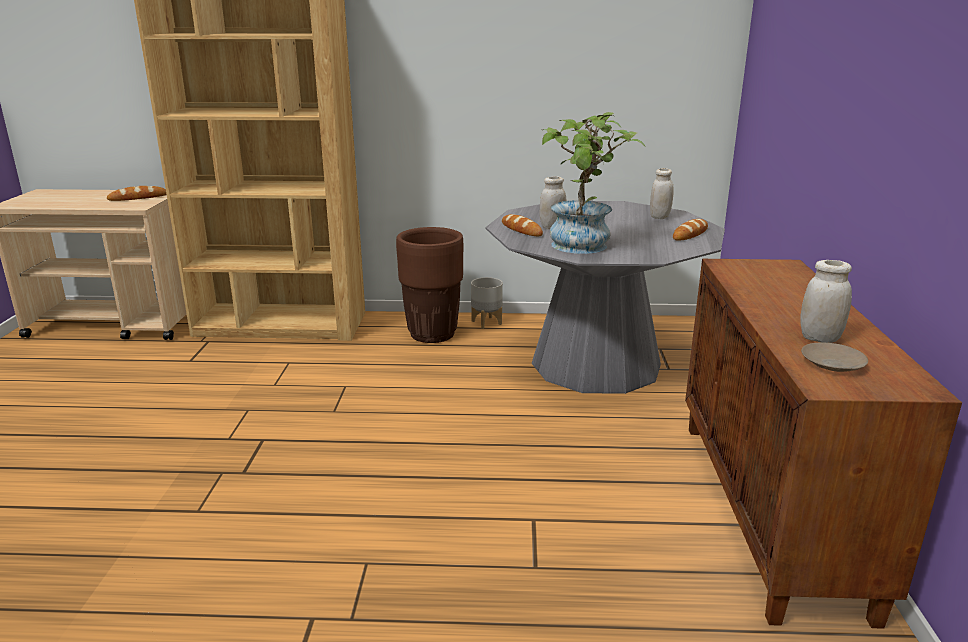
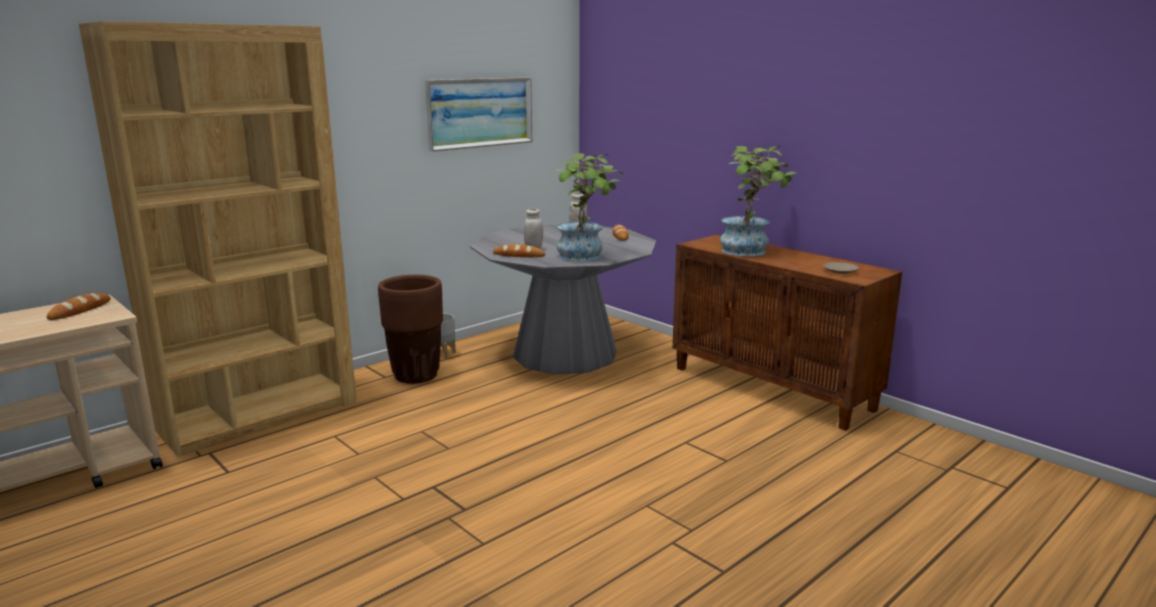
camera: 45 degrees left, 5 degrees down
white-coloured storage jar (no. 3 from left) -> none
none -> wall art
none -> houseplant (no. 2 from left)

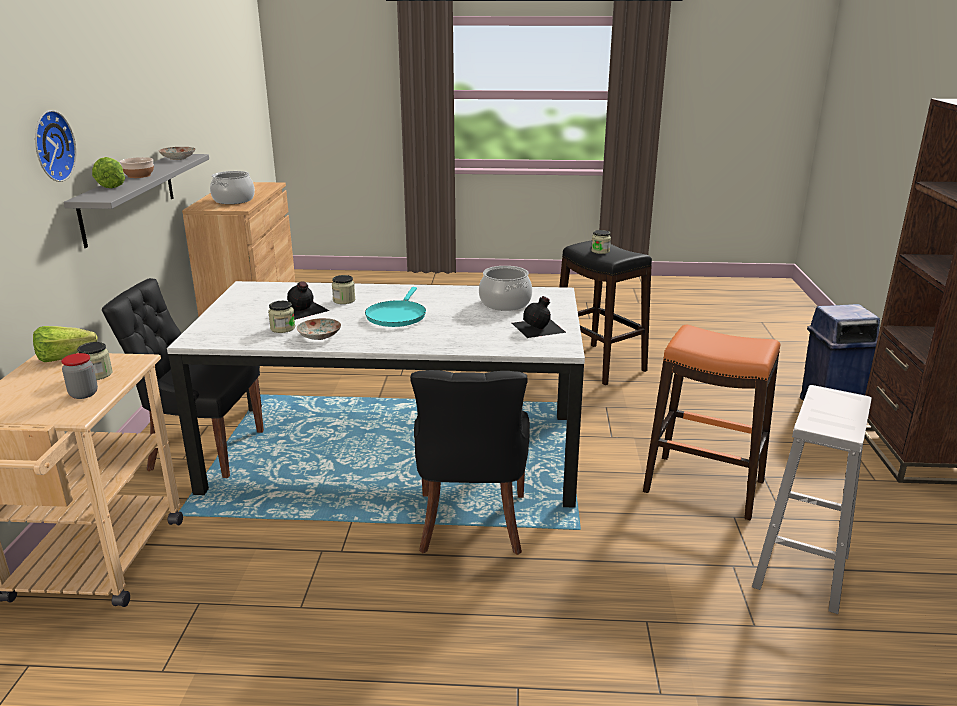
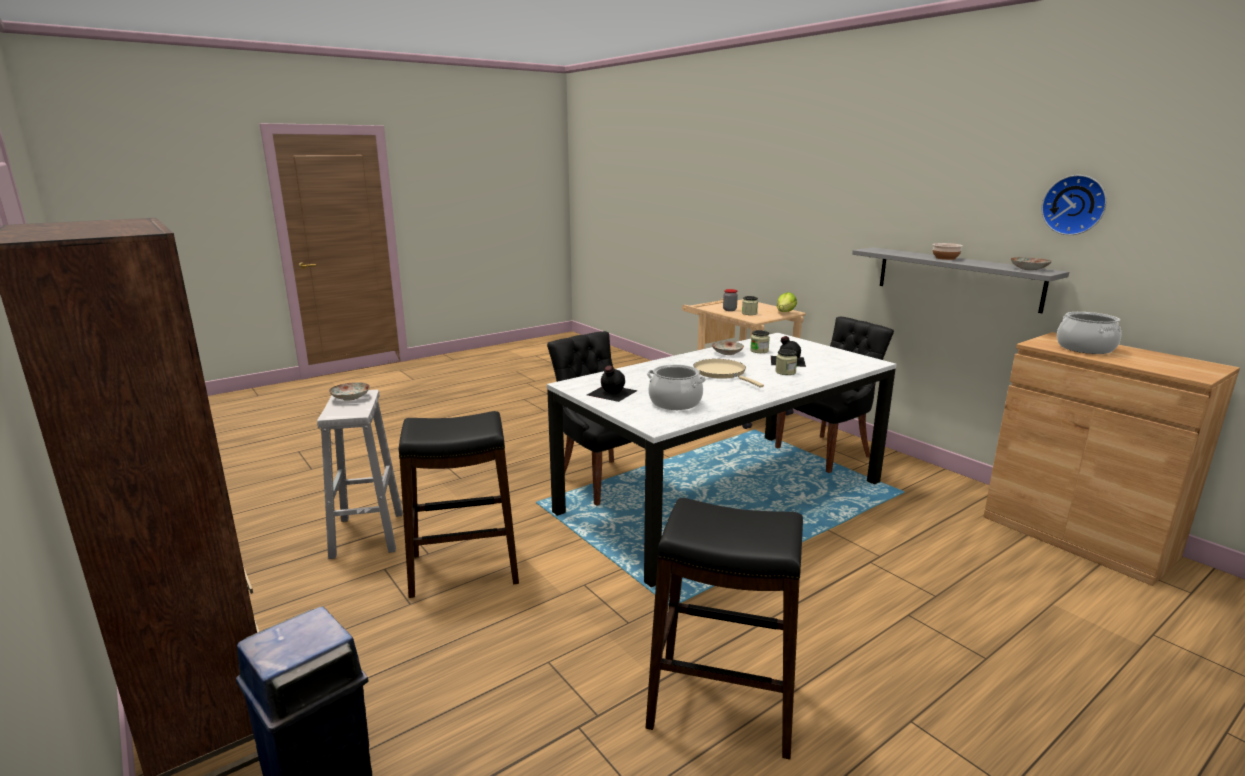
camera: 140 degrees right, 5 degrees down
hanging clock, shifted
lettuce (no. 2 from left) -> none
storage jar (no. 5 from left) -> none
blue-green pan -> beige pan
orangey stool seat -> blackish stool seat (no. 1 from left)
none -> dinner plate (no. 1 from left)

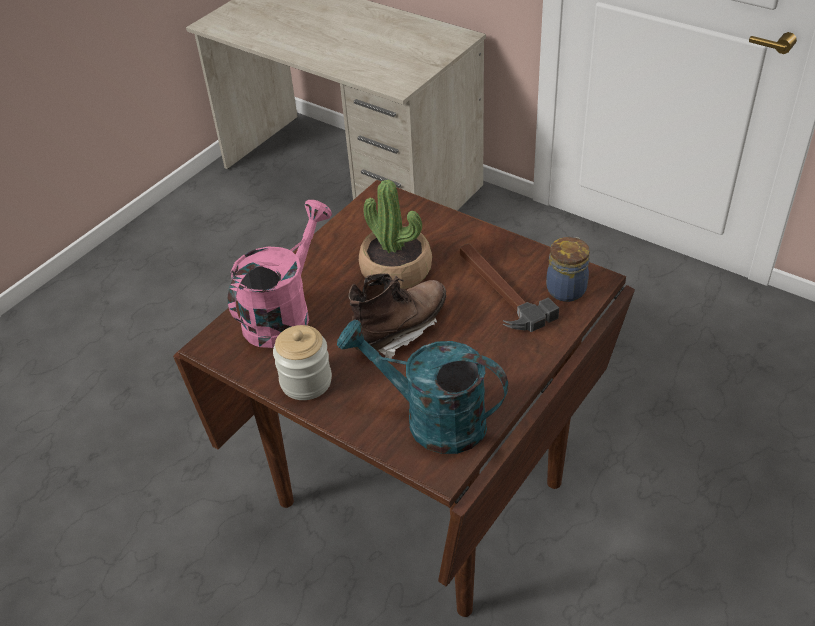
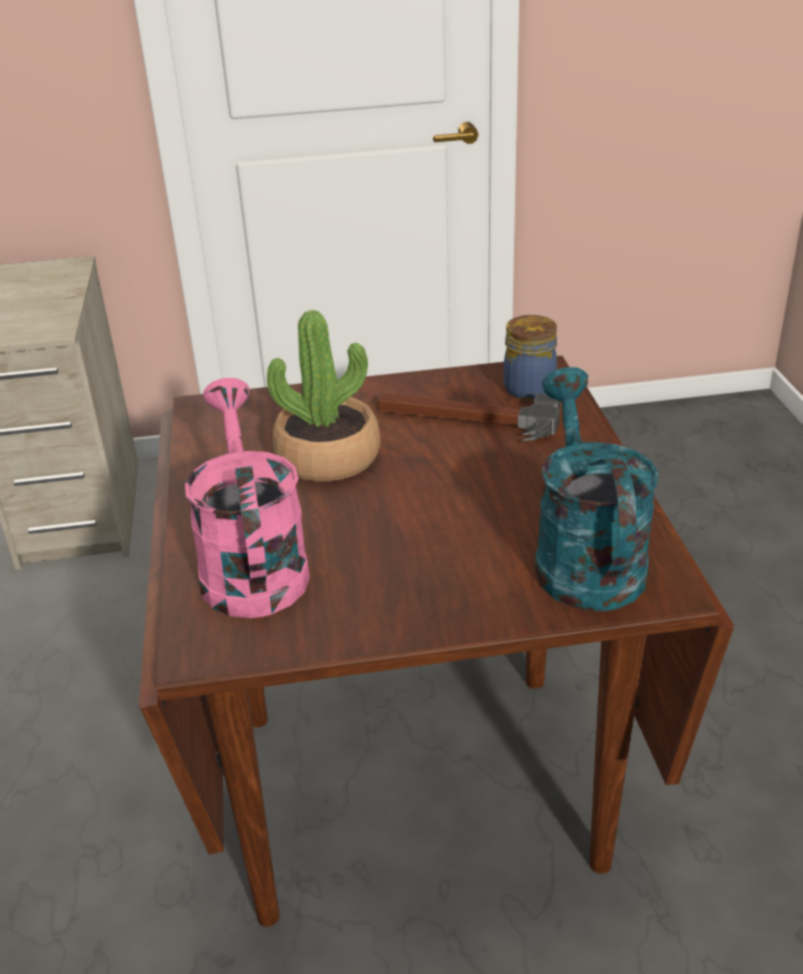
camera: 45 degrees left, 10 degrees down
brownish high-top boot -> none
blue-green sprinkling can, 105 degrees clockwise
storage jar (no. 1 from left) -> none

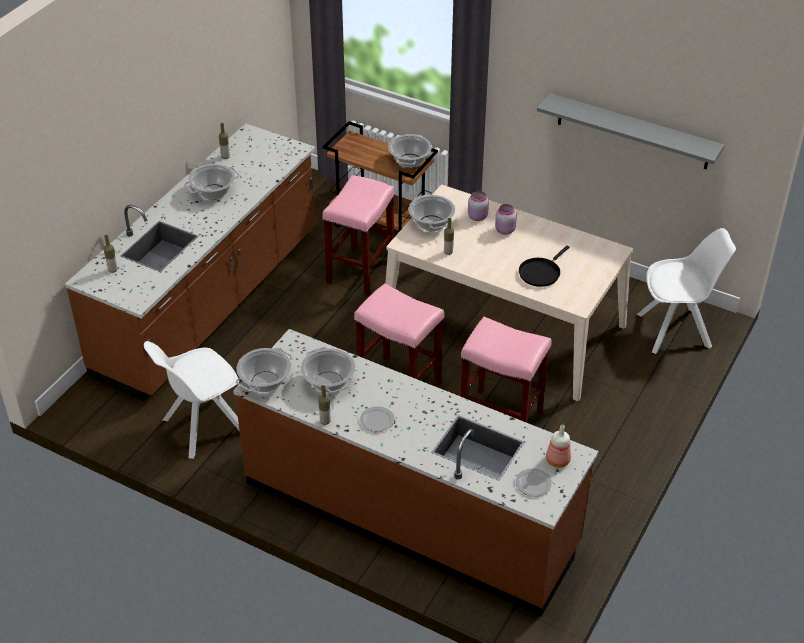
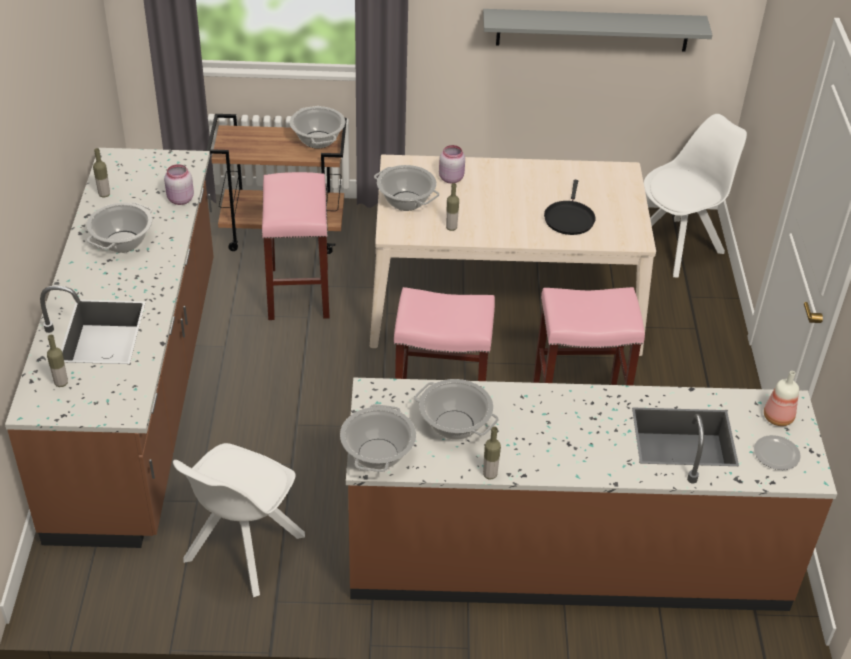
camera: 30 degrees left, 0 degrees up
pinkish storage jar (no. 2 from left in the first image) -> pinkish storage jar (no. 1 from left), shifted
dinner plate (no. 1 from left) -> none

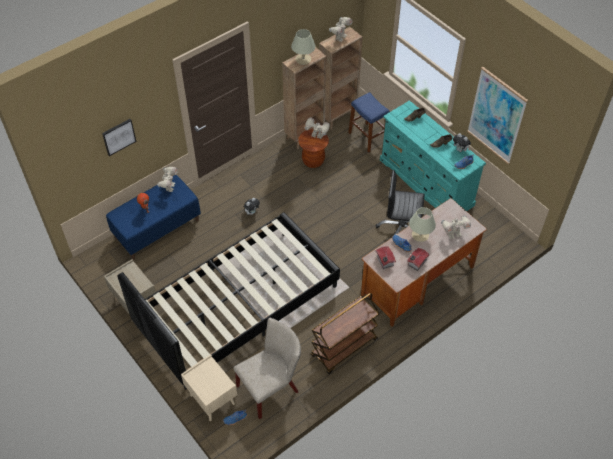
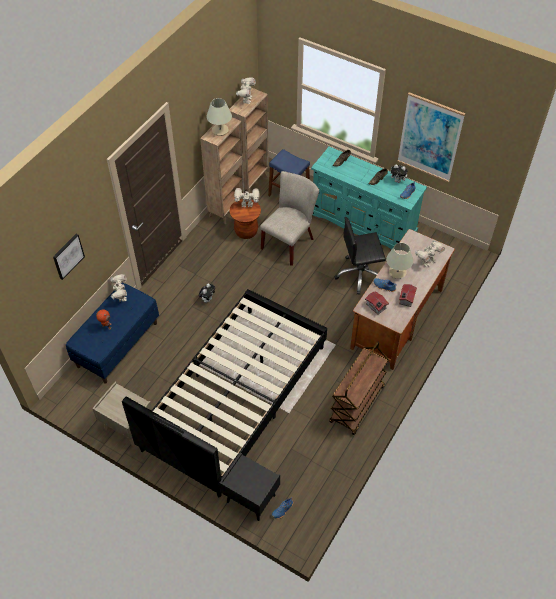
camera: 20 degrees left, 0 degrees up
beige chair, shifted
beige nightstand (no. 2 from left) -> blackish nightstand

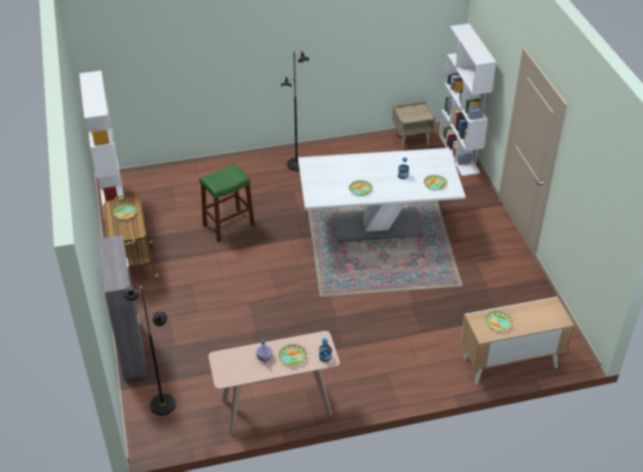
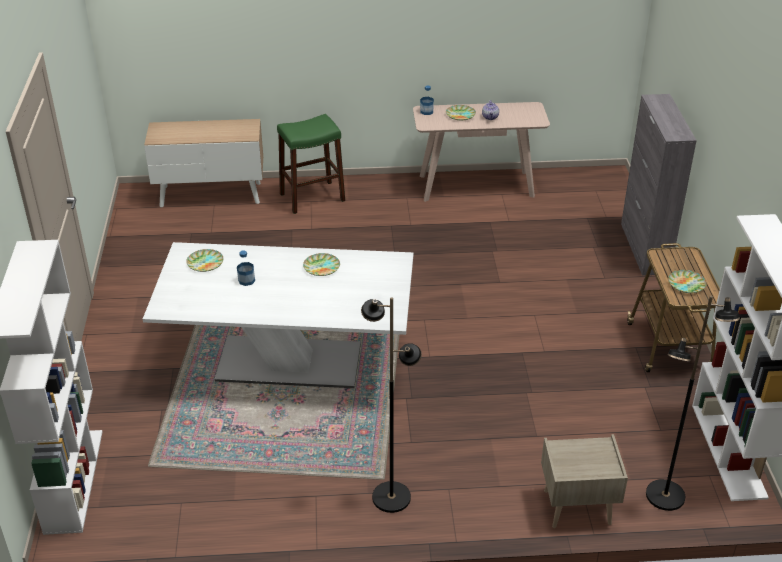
camera: 170 degrees left, 5 degrees down
beige nightstand, shifted
greenish stool seat, shifted
blackish standard lamp (no. 1 from left in the first image) -> blackish standard lamp (no. 2 from left), shifted
dinner plate (no. 5 from left) -> none

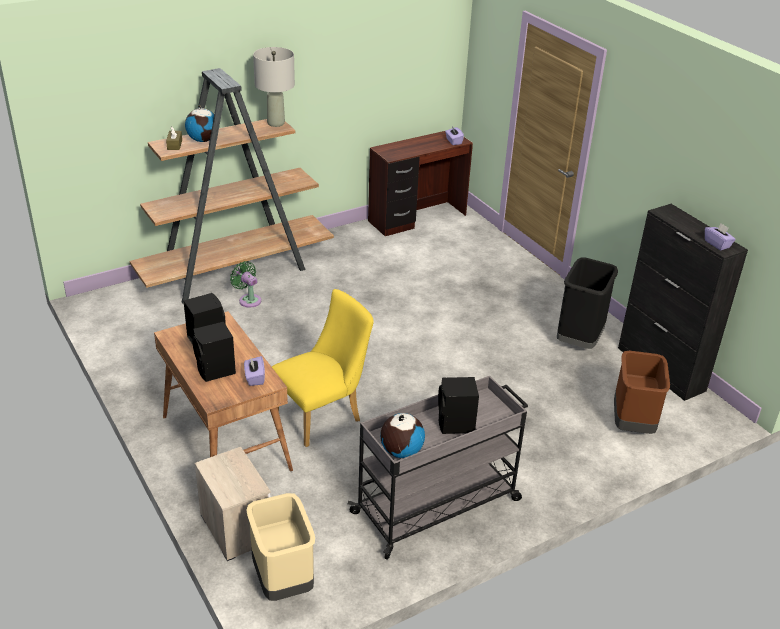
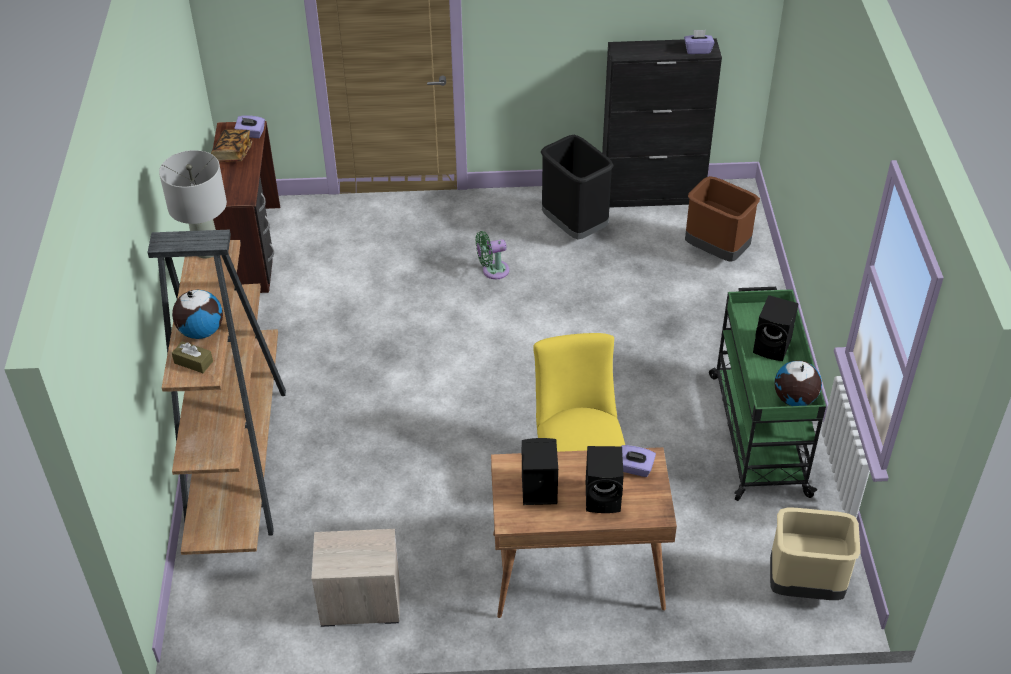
camera: 60 degrees left, 10 degrees up
greenish cooling fan, shifted
grey wheeled cart -> greenish wheeled cart
nightstand, shifted
none -> book

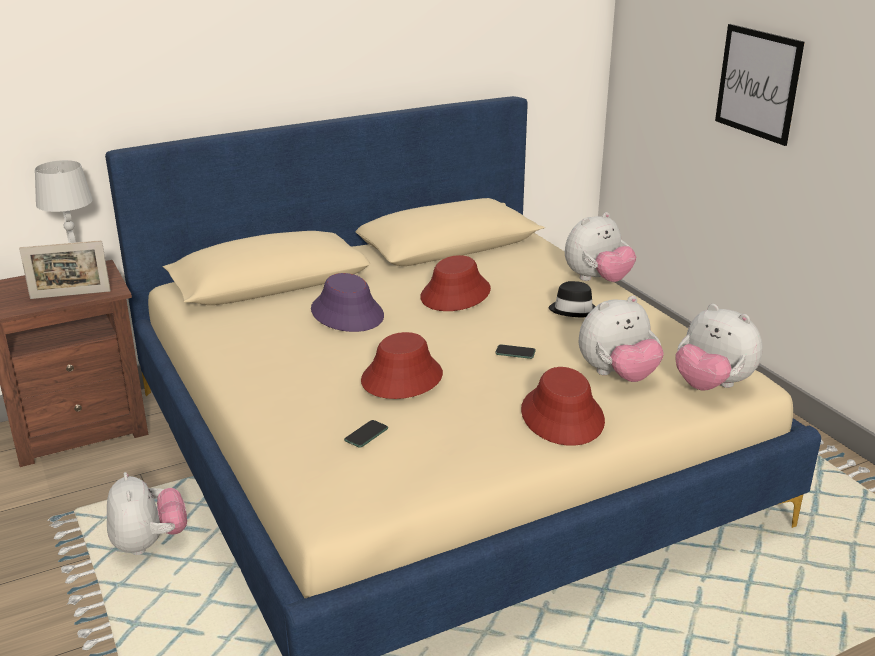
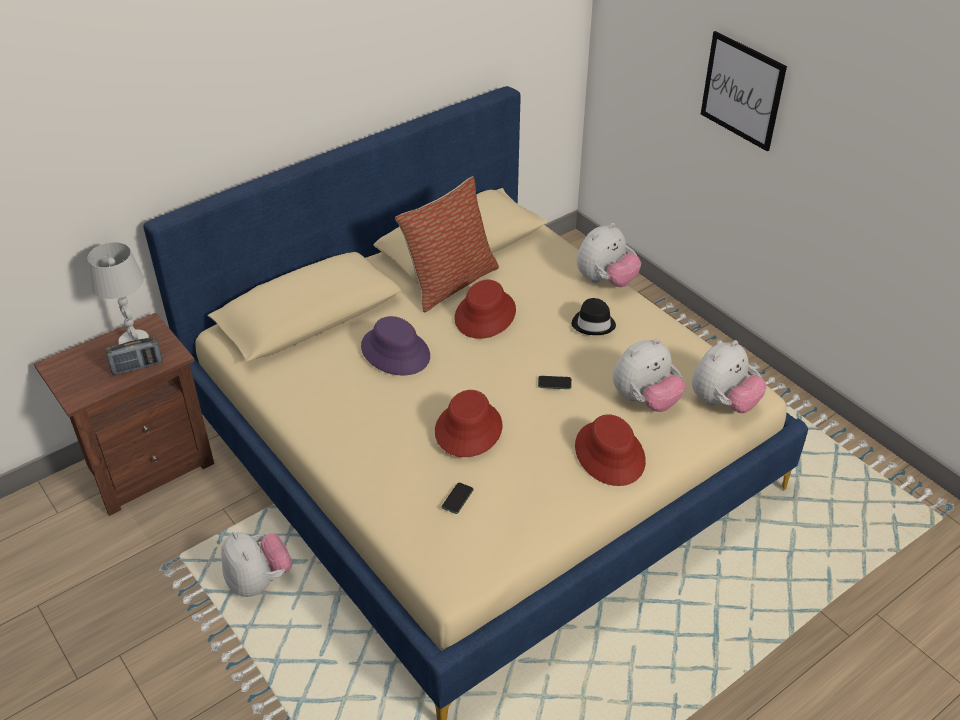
camera: 10 degrees left, 15 degrees up
standing frame -> radio
cuddly toy (no. 4 from left), 75 degrees counterclockwise
none -> cushion

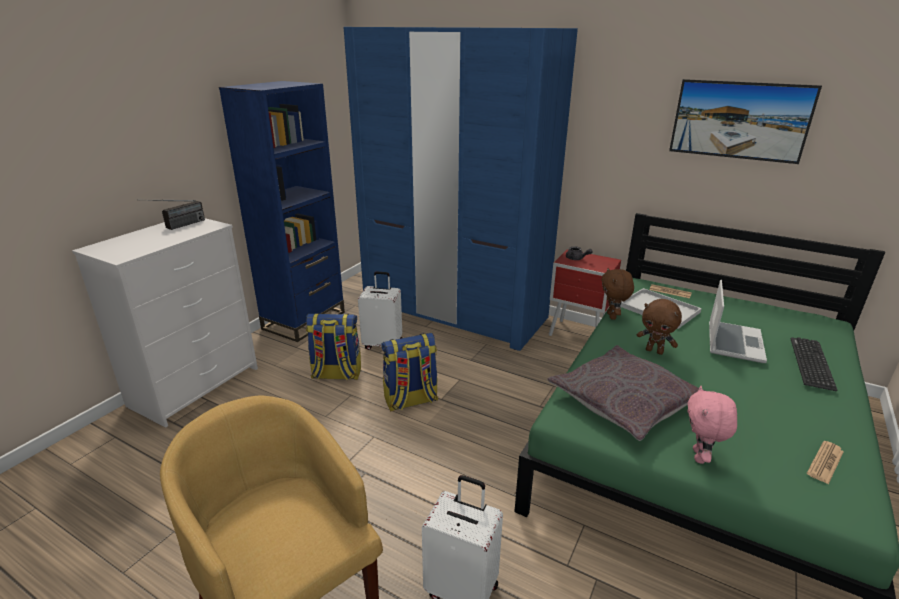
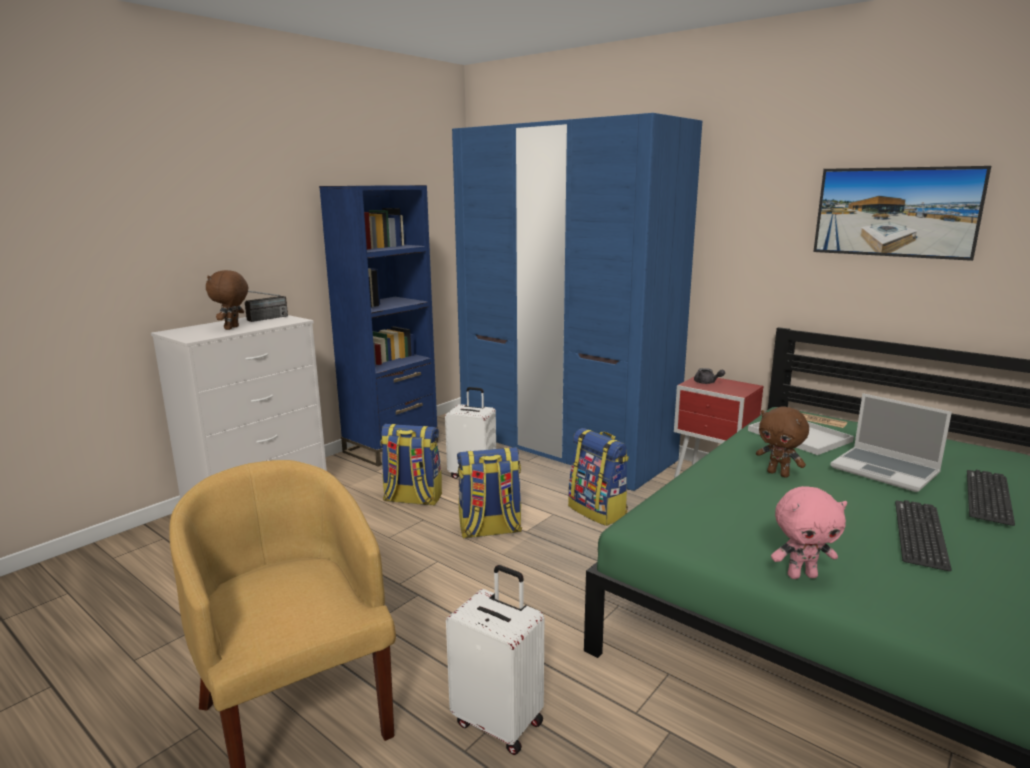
camera: 10 degrees right, 10 degrees down
brownish cuddly toy (no. 1 from left), shifted
portable computer, 105 degrees clockwise
grey cushion -> none
pinkish cuddly toy, 120 degrees counterclockwise
printed paper (no. 2 from left) -> none
none -> knapsack (no. 3 from left)
none -> computer keyboard (no. 1 from left)

